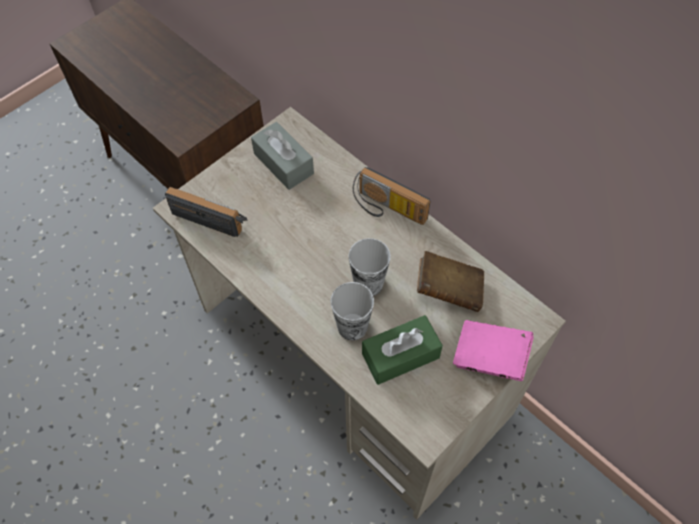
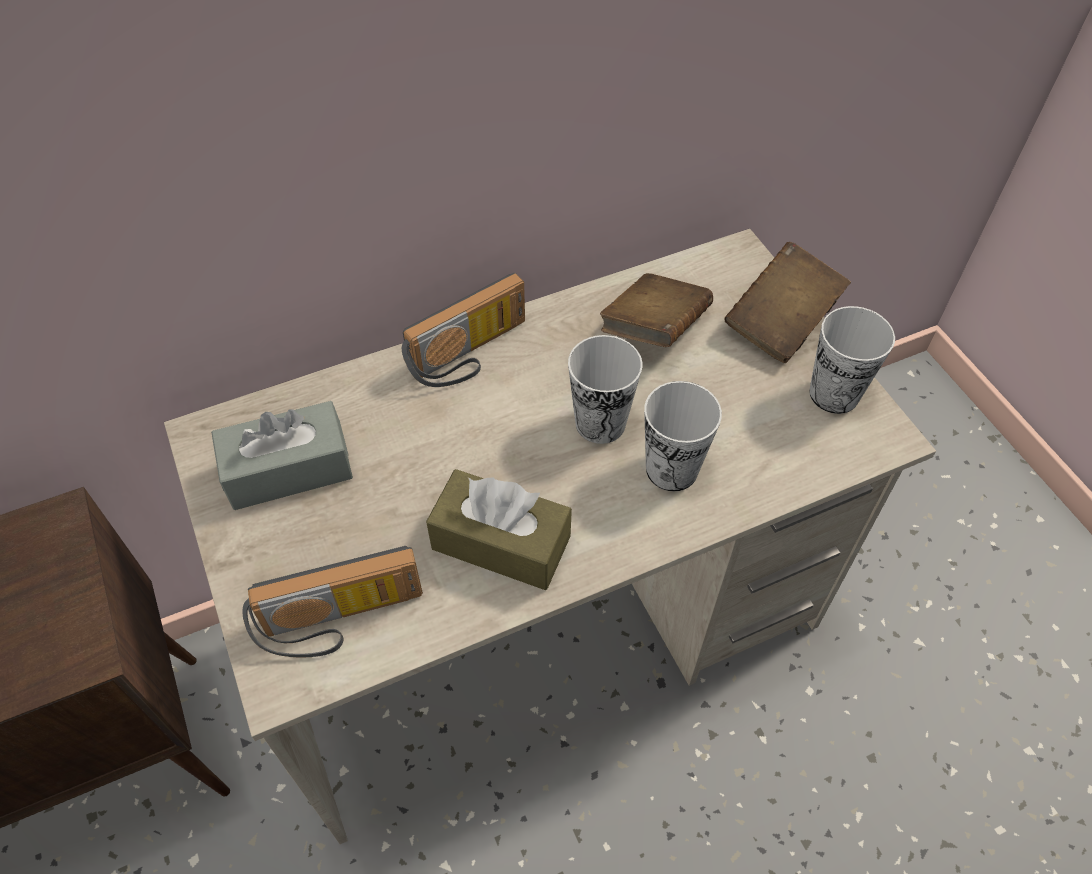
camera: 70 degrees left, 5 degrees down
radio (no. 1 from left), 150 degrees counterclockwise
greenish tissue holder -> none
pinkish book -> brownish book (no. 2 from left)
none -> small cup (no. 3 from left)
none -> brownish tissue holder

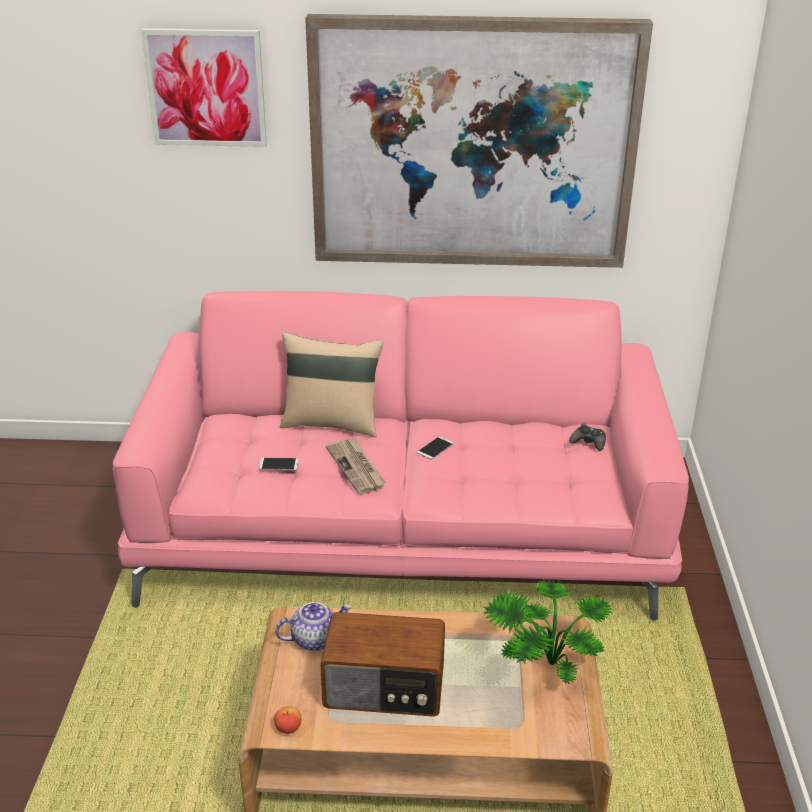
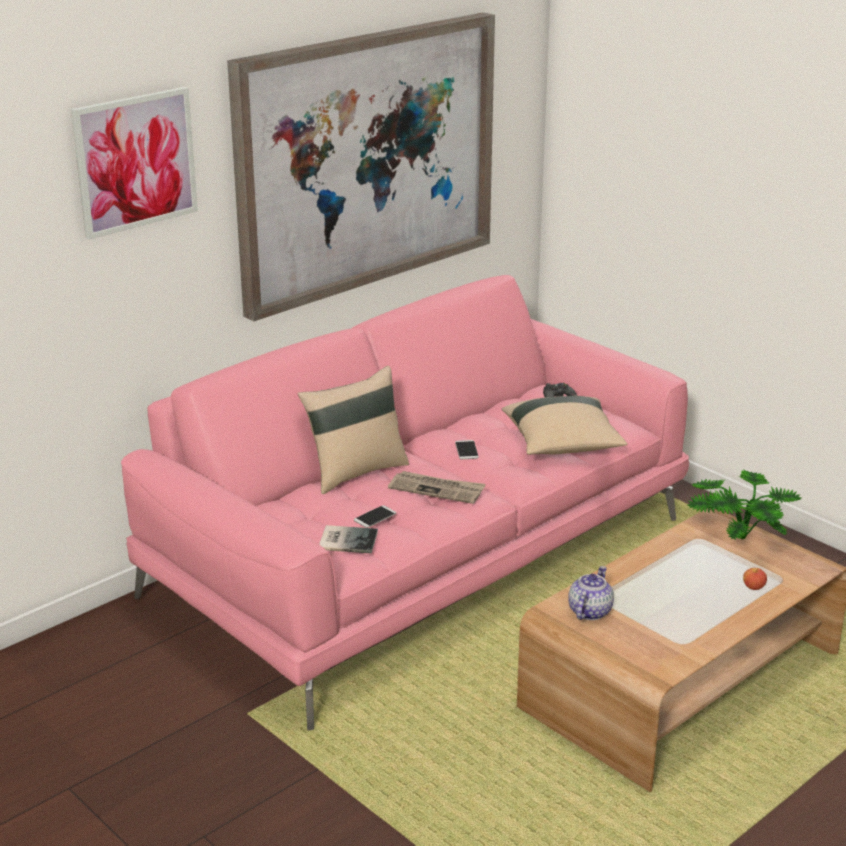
camera: 45 degrees left, 5 degrees down
radio -> none
apple, shifted
none -> beige cushion (no. 2 from left)
none -> book

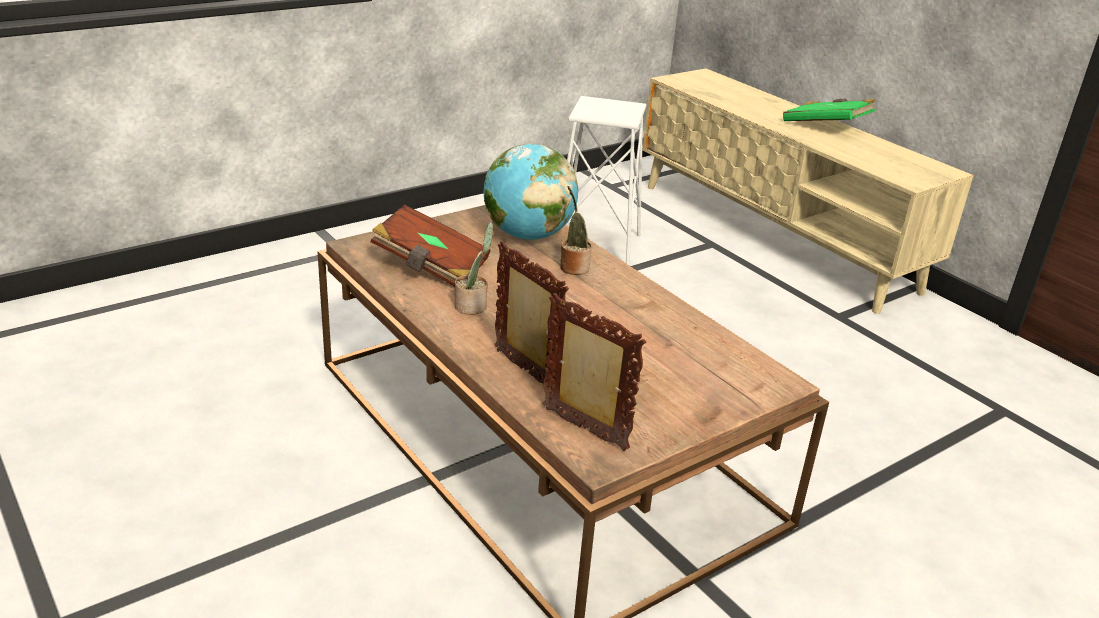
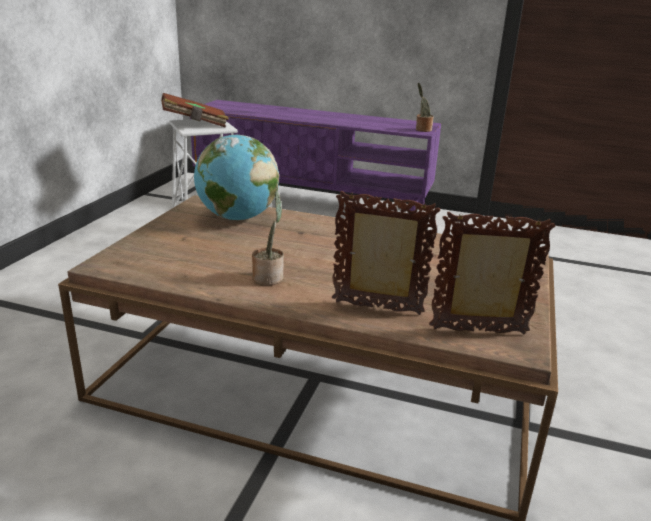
camera: 35 degrees left, 5 degrees down
beige media console -> purple media console
greenish book -> none
houseplant (no. 2 from left), shifted
brownish book, shifted

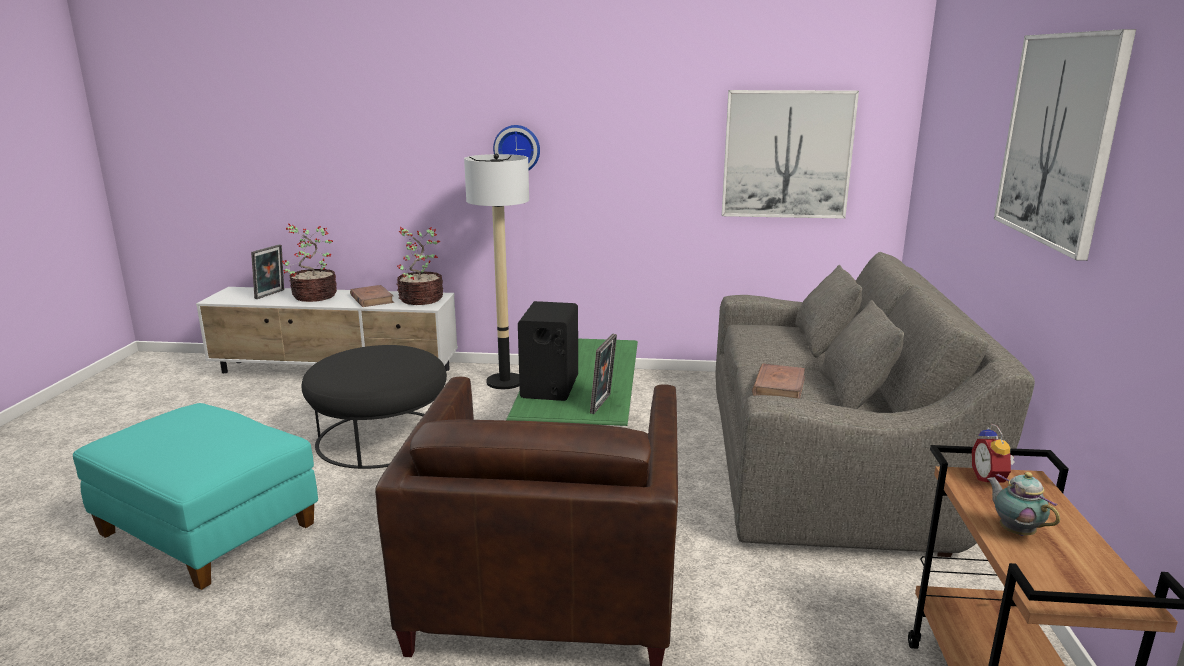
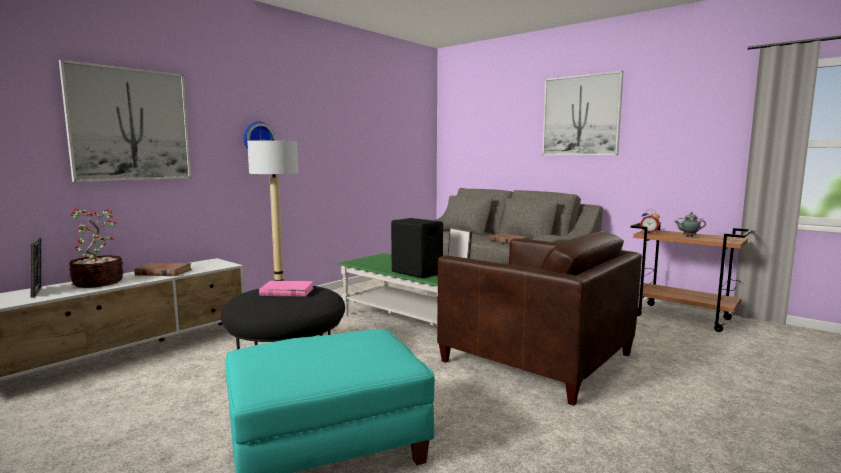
camera: 55 degrees left, 10 degrees down
wall art (no. 1 from left), shifted
houseplant (no. 2 from left) -> none
none -> pinkish book

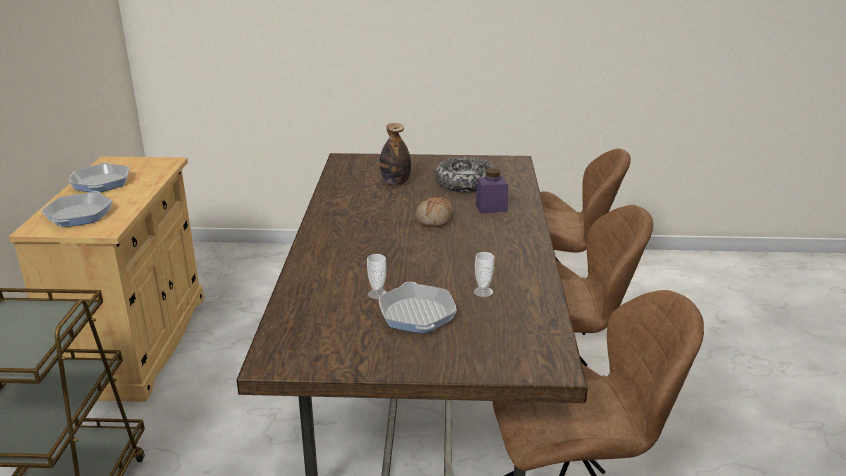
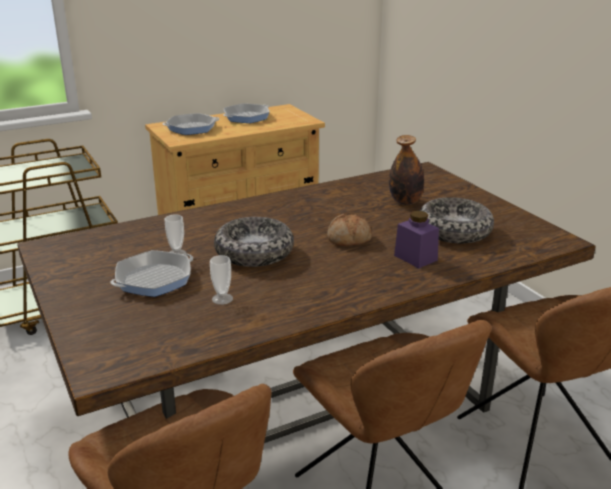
camera: 60 degrees right, 0 degrees up
none -> serving bowl (no. 1 from left)

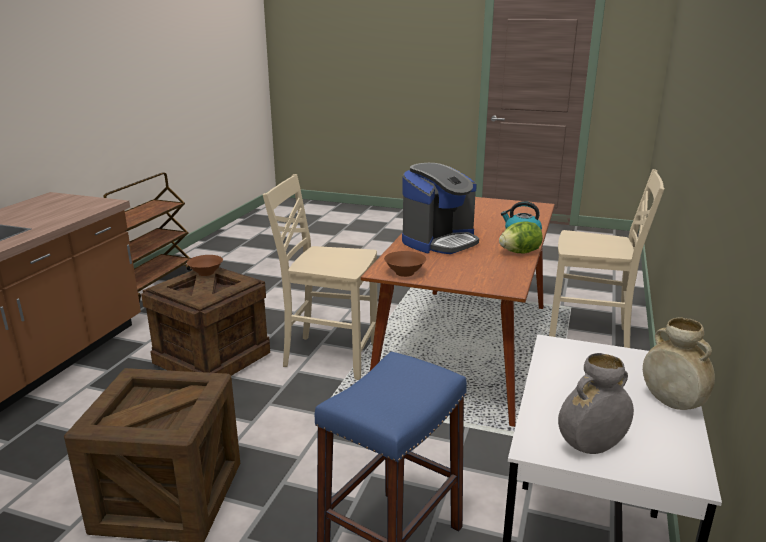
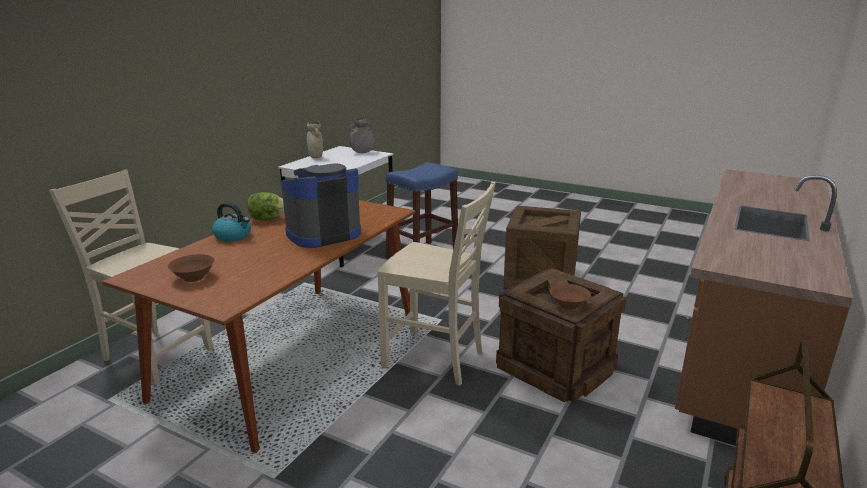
camera: 170 degrees left, 0 degrees up
brownish serving bowl (no. 2 from left in the first image) -> brownish serving bowl (no. 1 from left), shifted

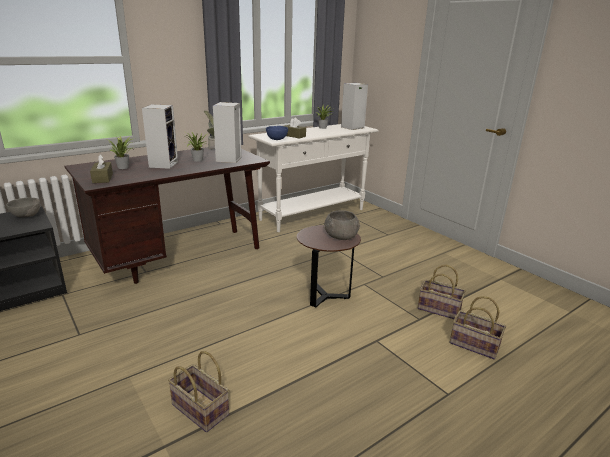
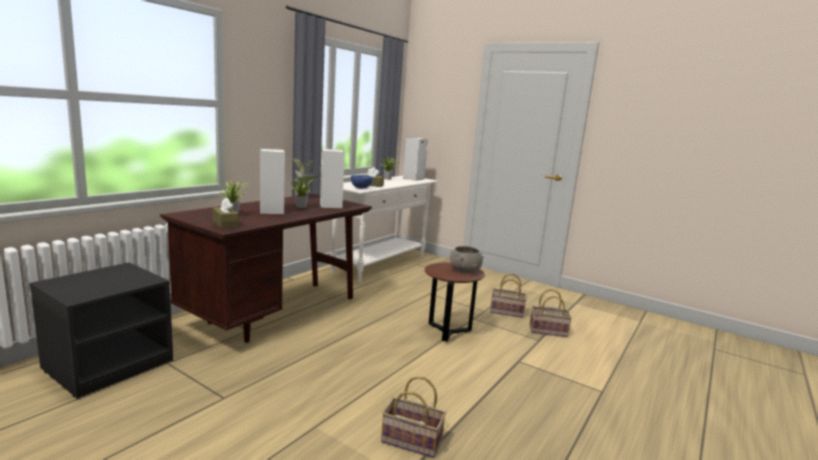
camera: 20 degrees left, 10 degrees down
grey serving bowl (no. 1 from left) -> none
basket (no. 3 from left in the first image) -> basket (no. 2 from left), shifted

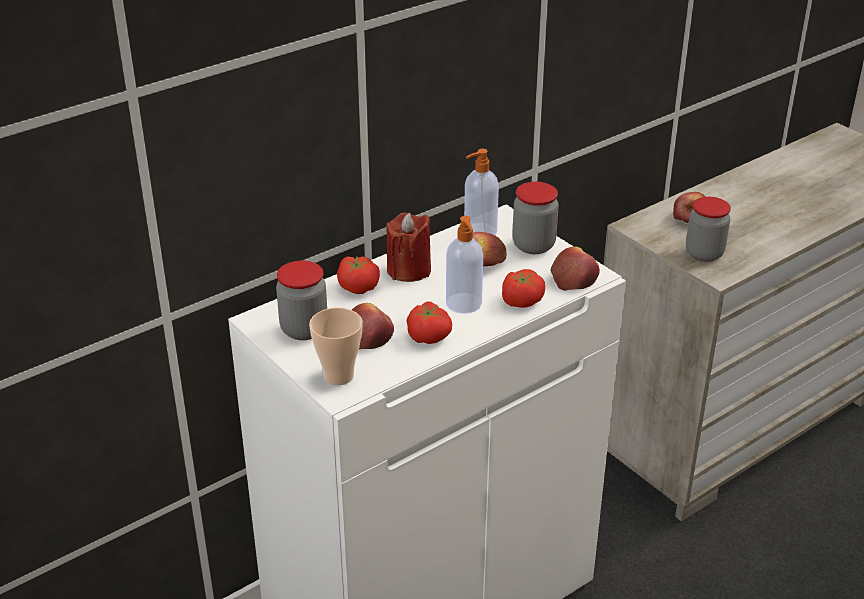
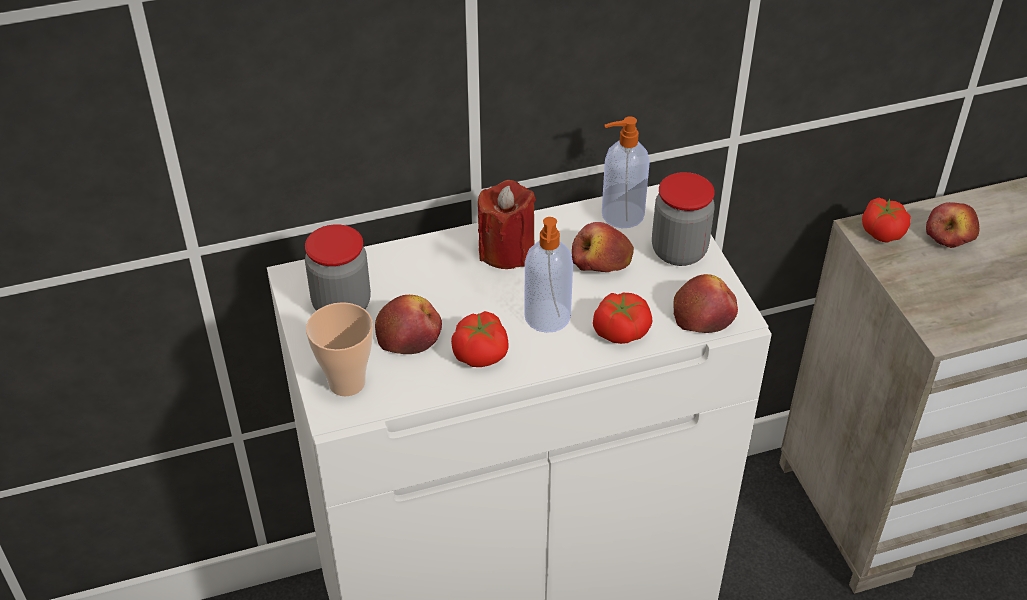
camera: 20 degrees right, 10 degrees up
storage jar (no. 3 from left) -> none
tomato (no. 1 from left in the first image) -> tomato (no. 3 from left), shifted

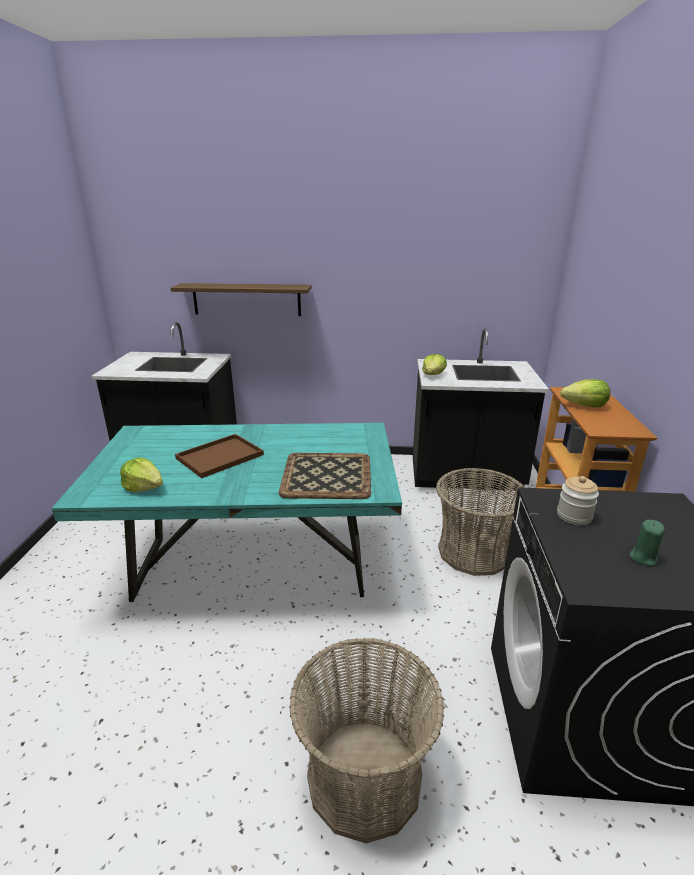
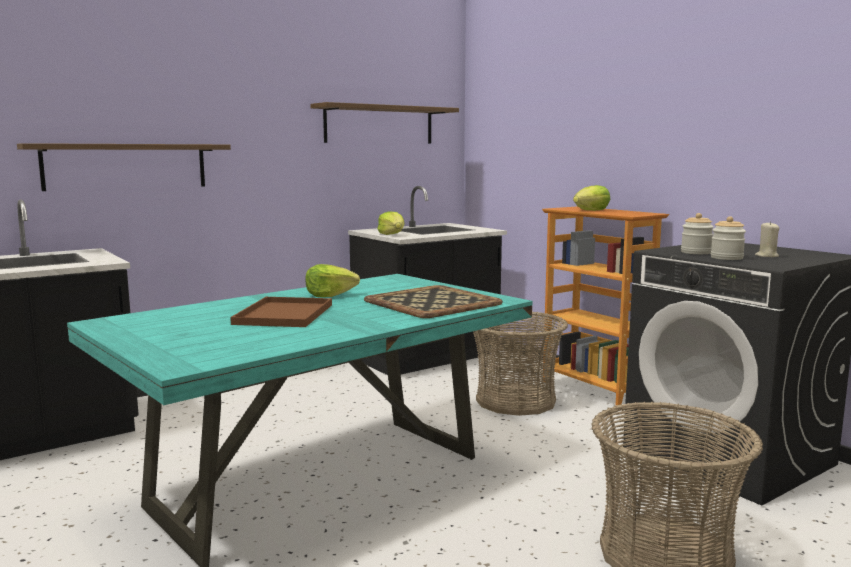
camera: 40 degrees left, 15 degrees down
lettuce (no. 1 from left), shifted
greenish wax candle -> beige wax candle
none -> wall shelf (no. 2 from left)
none -> storage jar (no. 2 from left)

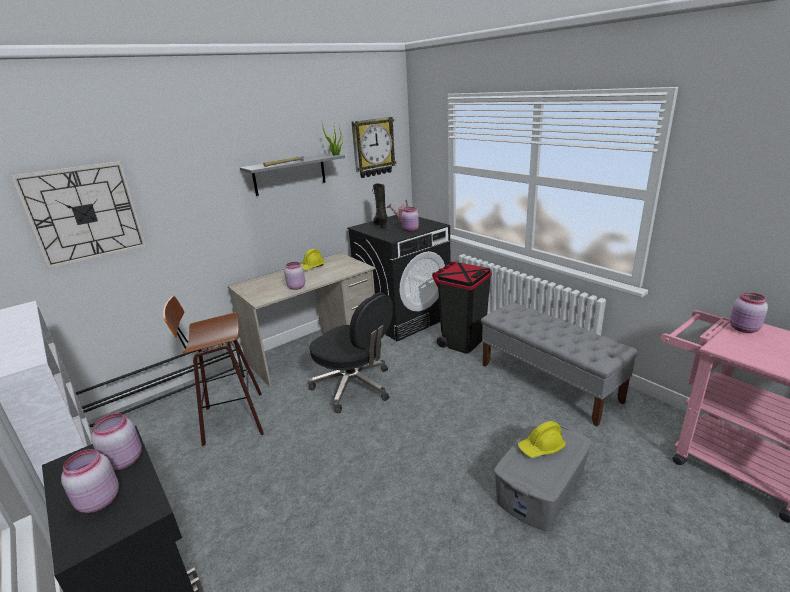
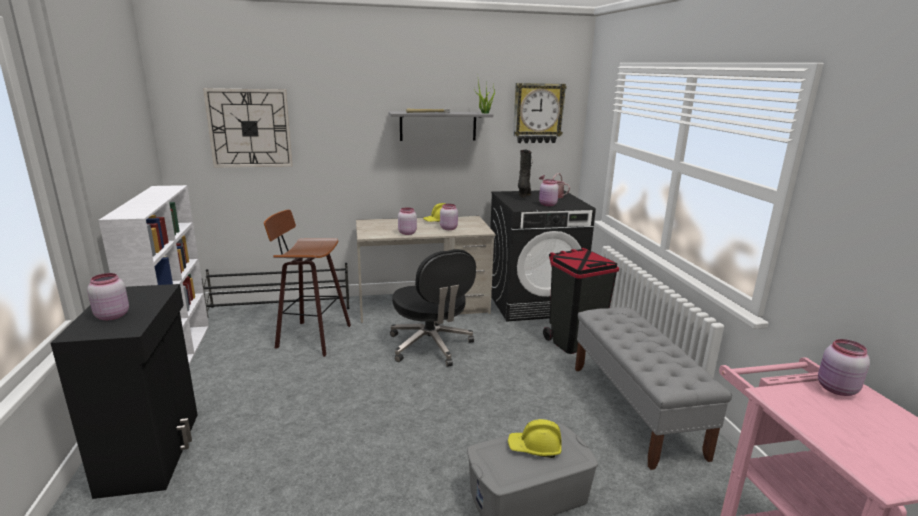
camera: 25 degrees right, 5 degrees down
pinkish storage jar (no. 2 from left in the first image) -> pinkish storage jar (no. 3 from left), shifted

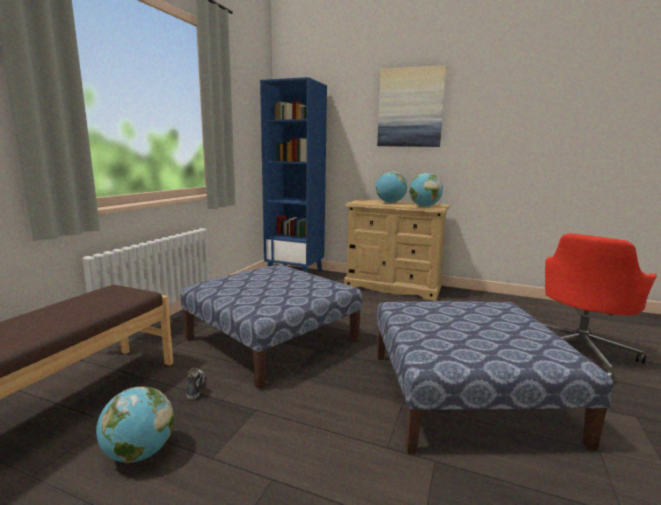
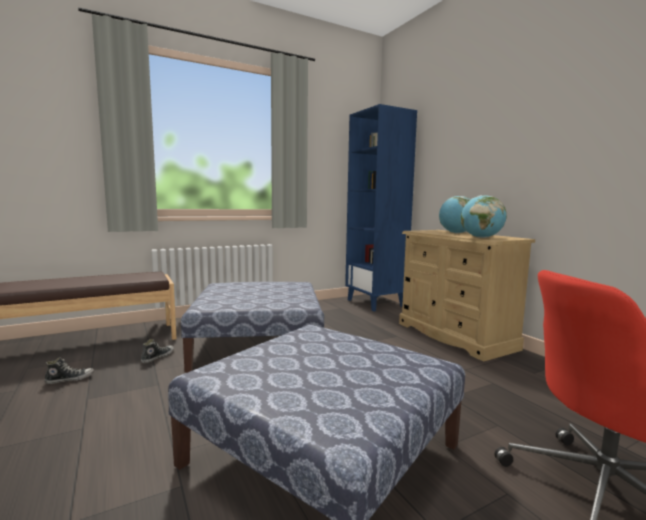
camera: 40 degrees right, 5 degrees down
wall art -> none
world globe (no. 1 from left) -> item of footwear (no. 1 from left)

